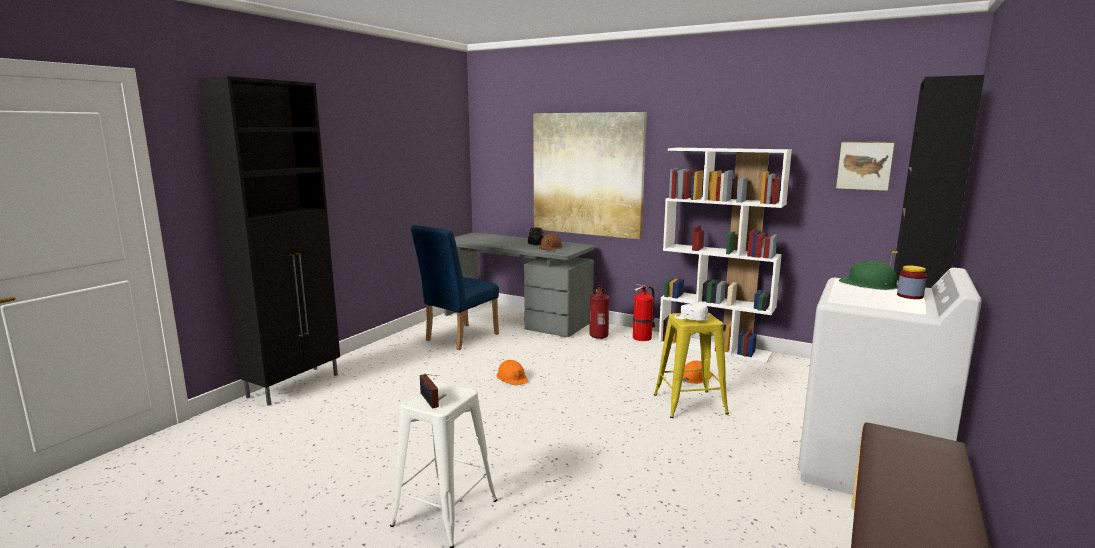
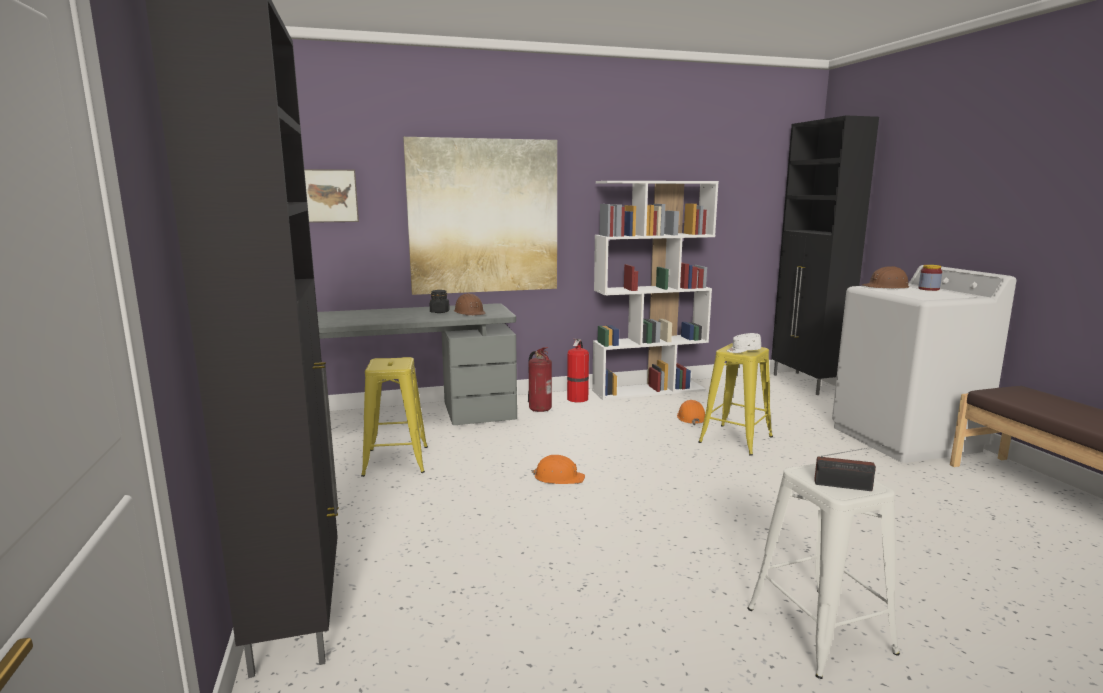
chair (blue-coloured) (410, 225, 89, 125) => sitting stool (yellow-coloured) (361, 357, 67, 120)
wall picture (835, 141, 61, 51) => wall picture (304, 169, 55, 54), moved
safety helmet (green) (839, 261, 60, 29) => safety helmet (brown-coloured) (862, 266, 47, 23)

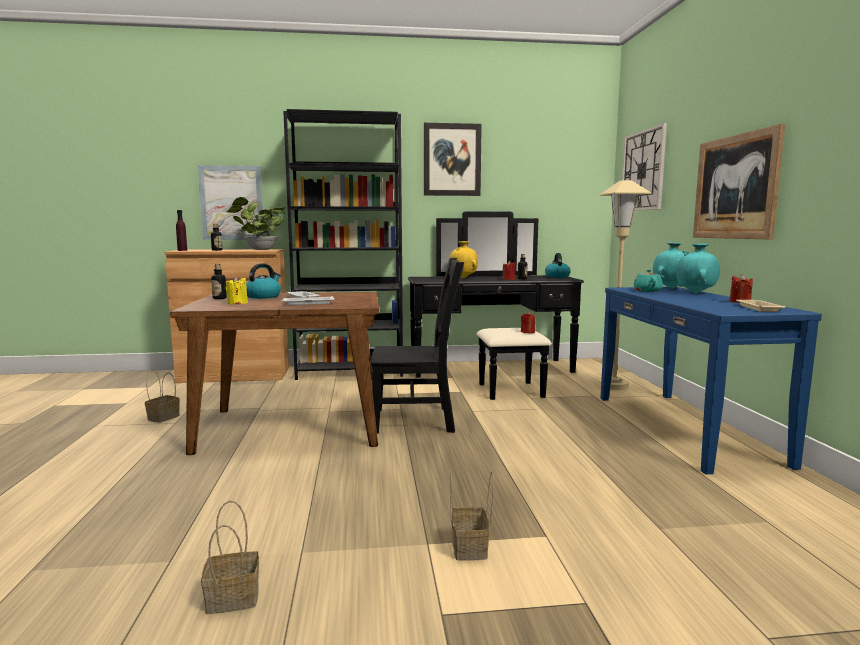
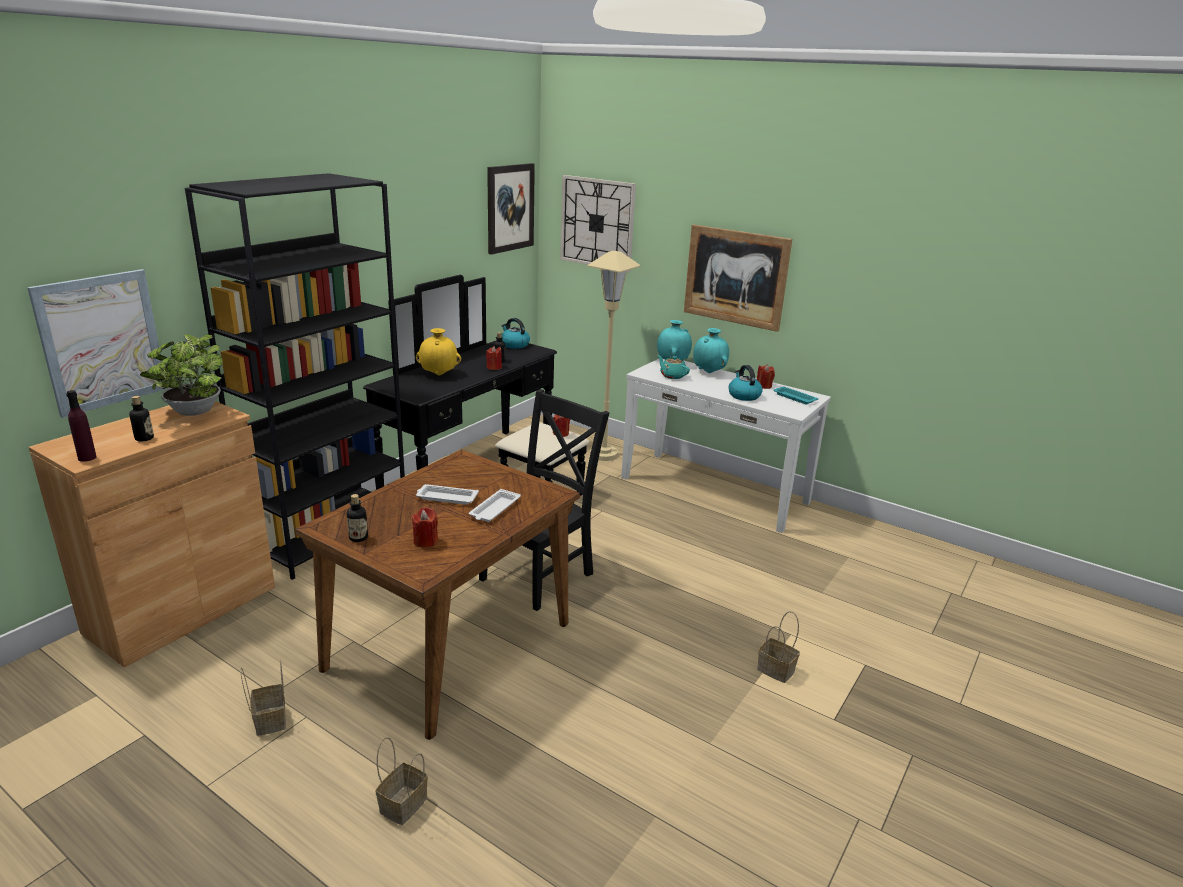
household basket (201, 500, 58, 114) => household basket (376, 737, 52, 88), moved
candle (yellow-coloured) (226, 276, 22, 29) => candle (red) (412, 507, 26, 41)
water kettle (246, 263, 35, 36) => water kettle (728, 365, 35, 36), moved
wall picture (424, 123, 58, 73) => wall picture (487, 163, 48, 92), moved
hall table (blue-coloured) (600, 287, 222, 187) => hall table (white-coloured) (621, 358, 210, 175)
tray (beige-coloured) (736, 300, 49, 12) => tray (turquoise) (773, 387, 46, 17)

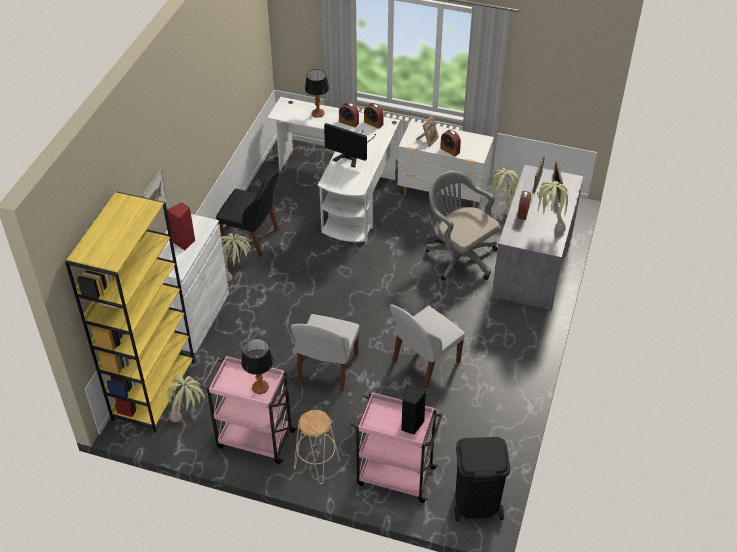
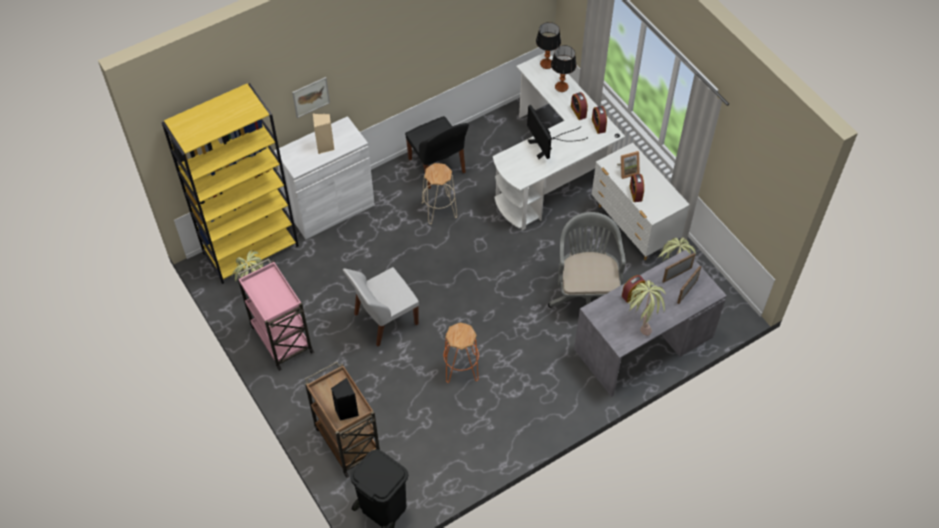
audio speaker (red) (167, 203, 28, 48) => audio speaker (beige-coloured) (313, 113, 21, 41)
houseplant (220, 233, 32, 50) => nothing
lamp for a table (241, 338, 32, 56) => lamp for a table (536, 22, 25, 47), moved
sitting stool (beige-coloured) (294, 410, 46, 74) => sitting stool (beige-coloured) (422, 163, 35, 61), moved
trolley (pinkish) (350, 391, 92, 112) => trolley (brown-coloured) (305, 362, 75, 116)
chair (white-coloured) (390, 305, 75, 83) => sitting stool (orangey) (444, 323, 35, 60)

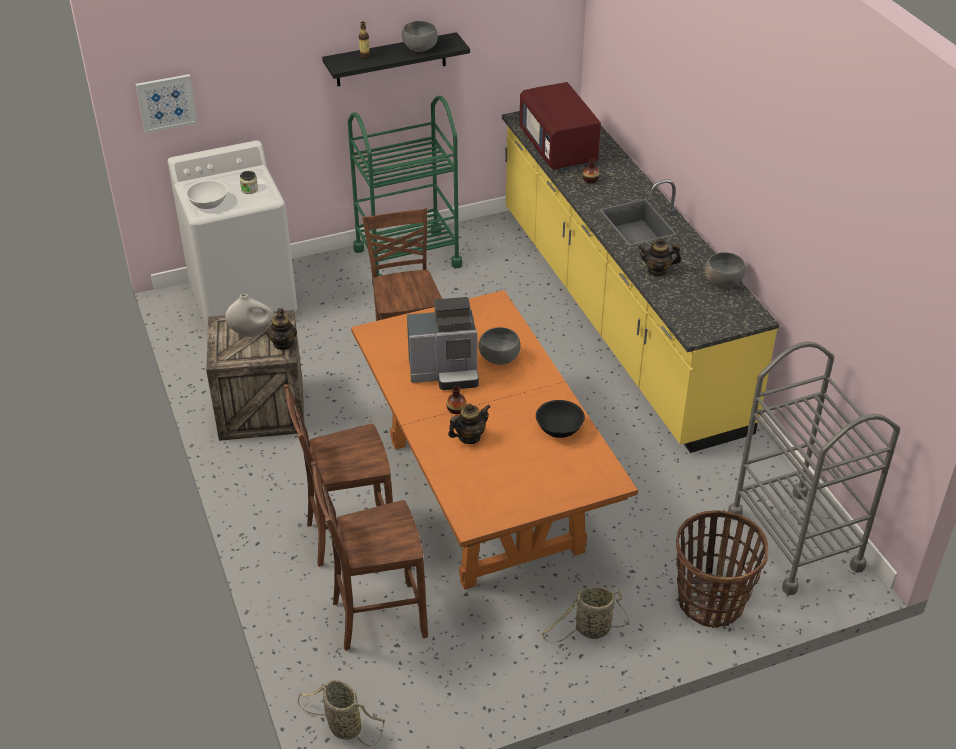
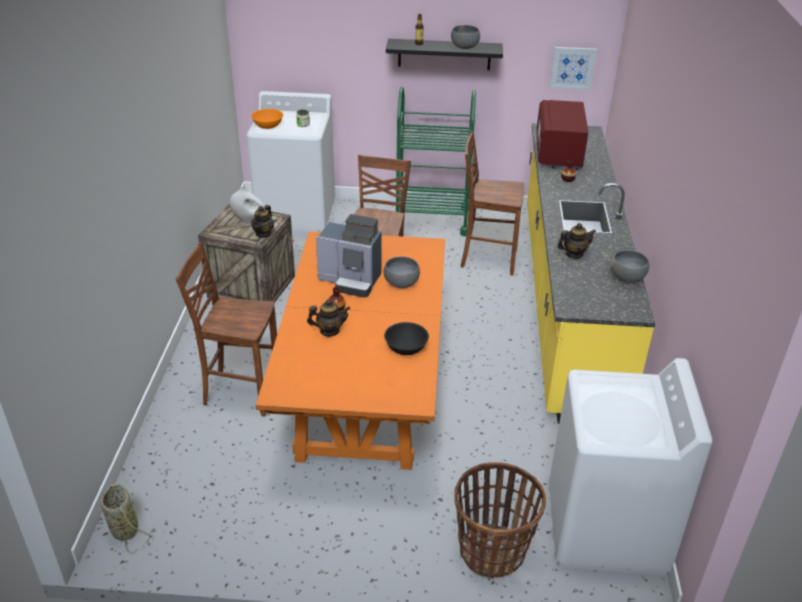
wall picture (136, 74, 62, 60) => wall picture (550, 47, 47, 43), moved
serving bowl (white-coloured) (186, 180, 42, 29) => serving bowl (orangey) (251, 109, 32, 20)
chair (brown-coloured) (311, 461, 117, 190) => chair (brown-coloured) (461, 132, 63, 144), moved
household basket (542, 587, 87, 56) => nothing
teapot (638, 238, 43, 39) => teapot (557, 223, 39, 36), 135 degrees clockwise
trolley (grey) (728, 341, 172, 254) => laundry appliance (white-coloured) (549, 358, 164, 218)

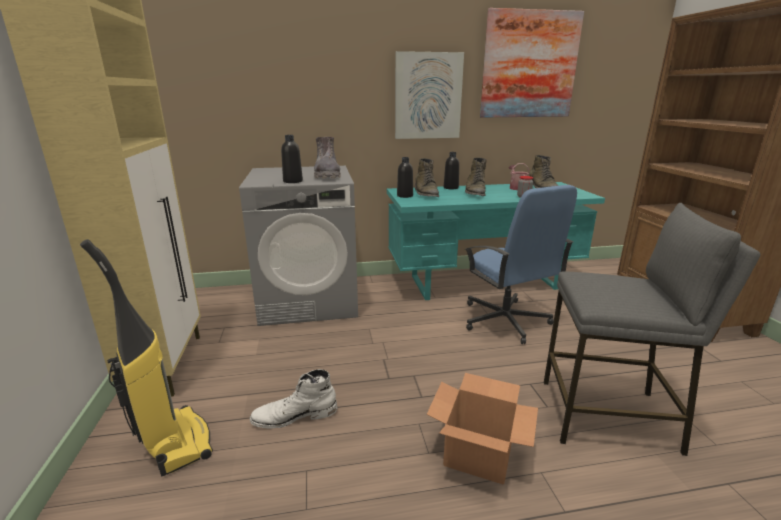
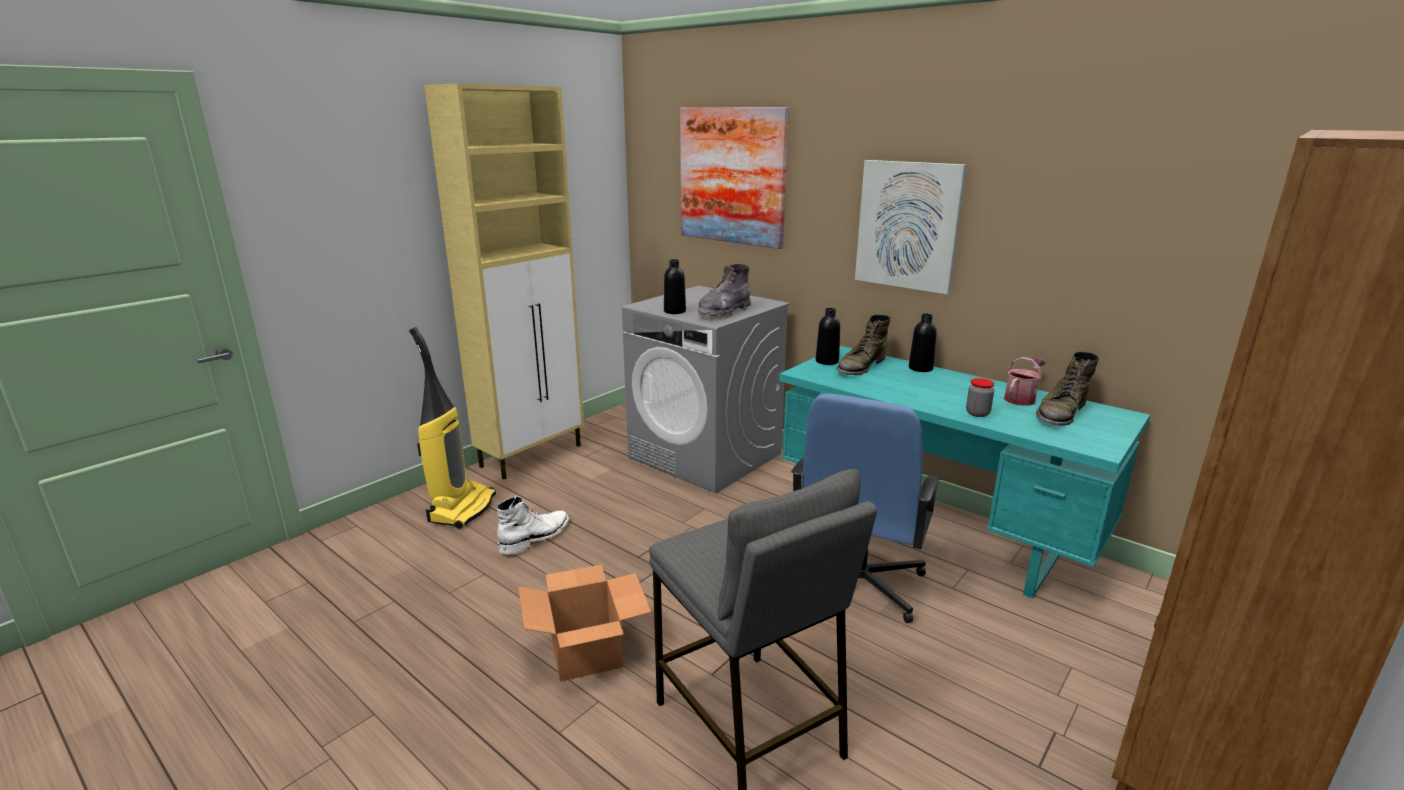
tall boot (white-coloured) (250, 369, 88, 60) => tall boot (white-coloured) (497, 496, 72, 59), 90 degrees clockwise
tall boot (green) (465, 158, 22, 38) => nothing
wall picture (480, 8, 104, 109) => wall picture (680, 107, 109, 142), moved

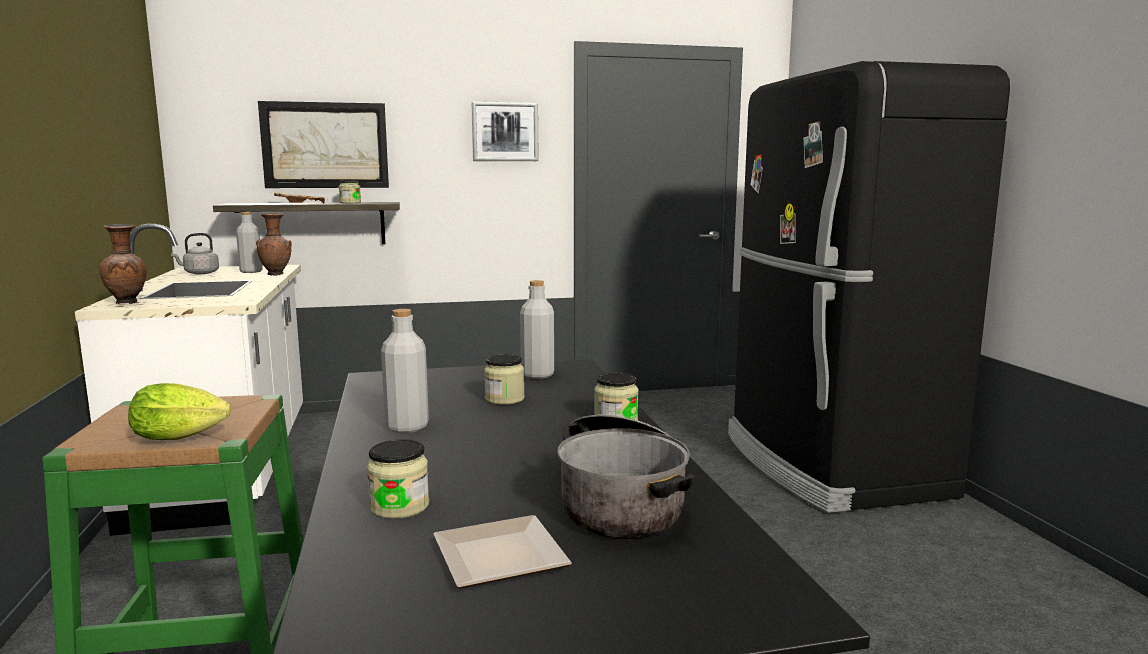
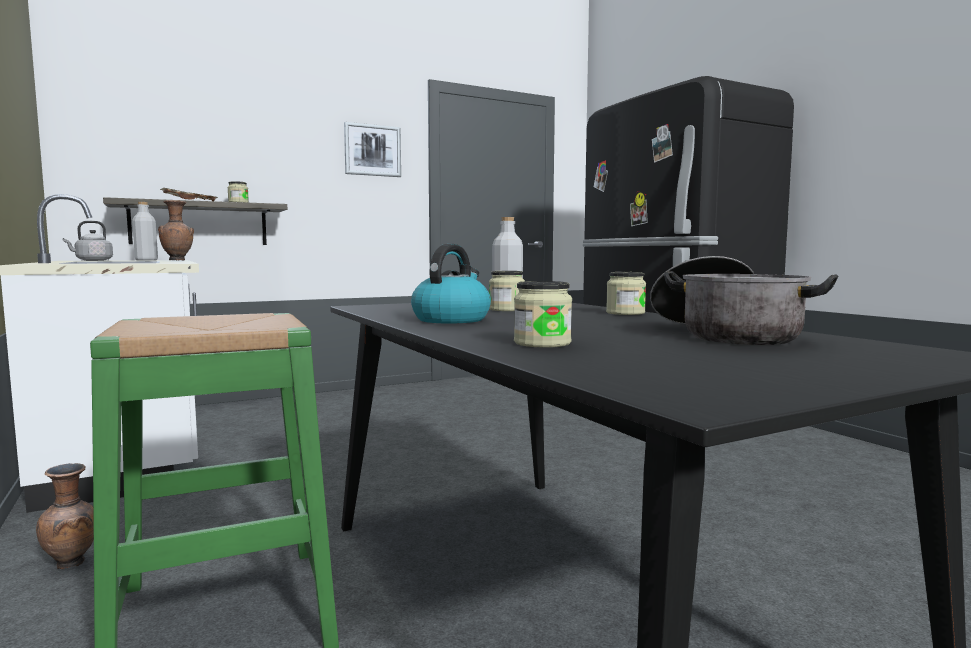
vase (brown-coloured) (99, 224, 48, 80) => vase (brown-coloured) (36, 463, 58, 106), moved
lettuce (128, 383, 102, 57) => nothing
wall picture (258, 101, 131, 87) => nothing
bottle (grey) (381, 309, 48, 124) => water kettle (411, 244, 80, 80)
dinner plate (434, 515, 138, 74) => nothing

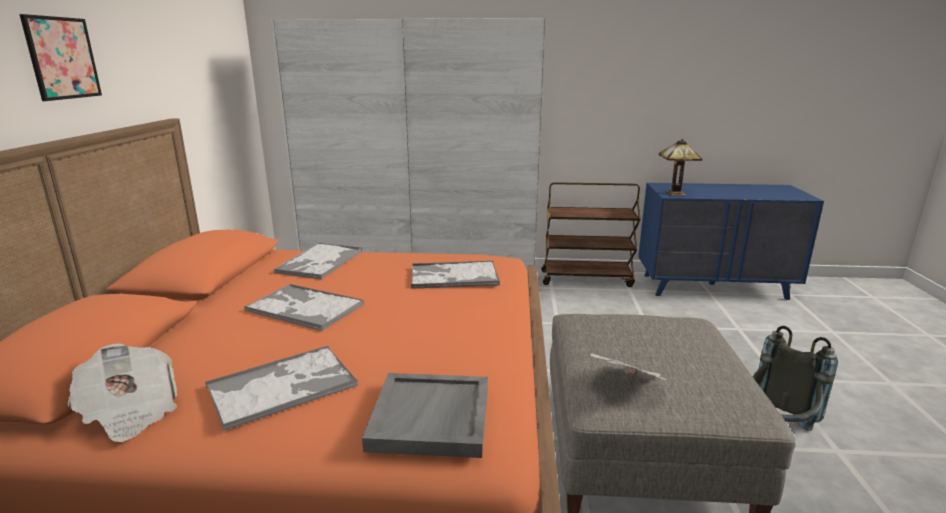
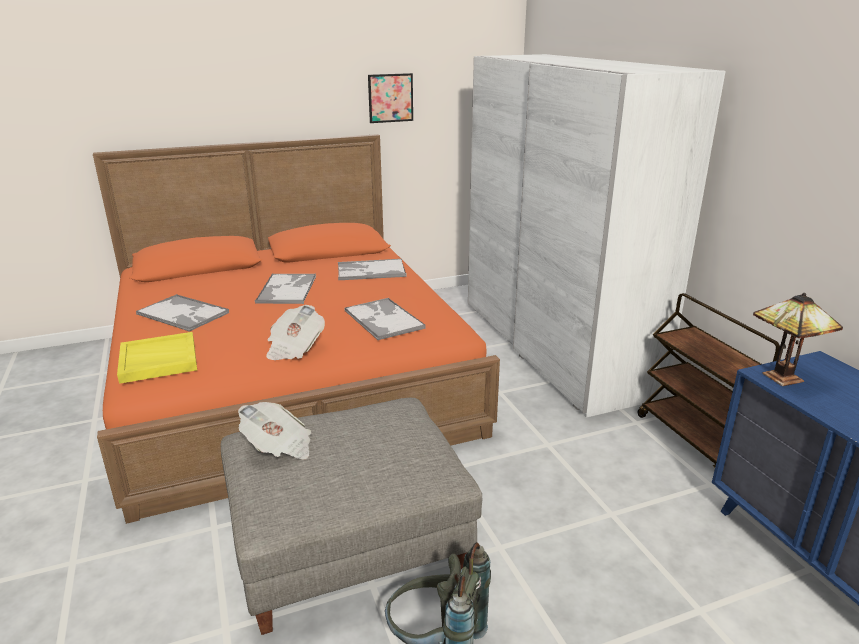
wall picture (19, 14, 83, 87) => wall picture (368, 73, 45, 50), moved
daily paper (67, 343, 110, 99) => daily paper (266, 305, 59, 55), moved
tray (grey) (362, 373, 126, 85) => tray (yellow-coloured) (117, 332, 80, 52)

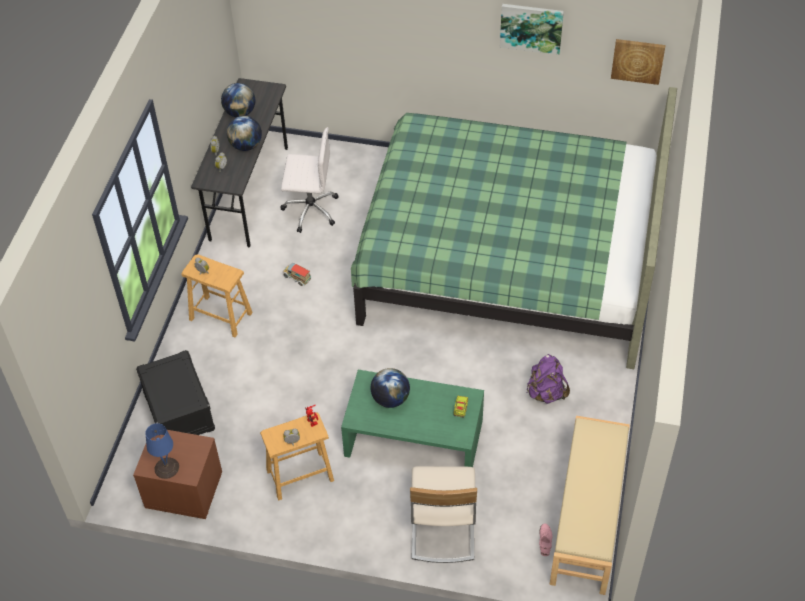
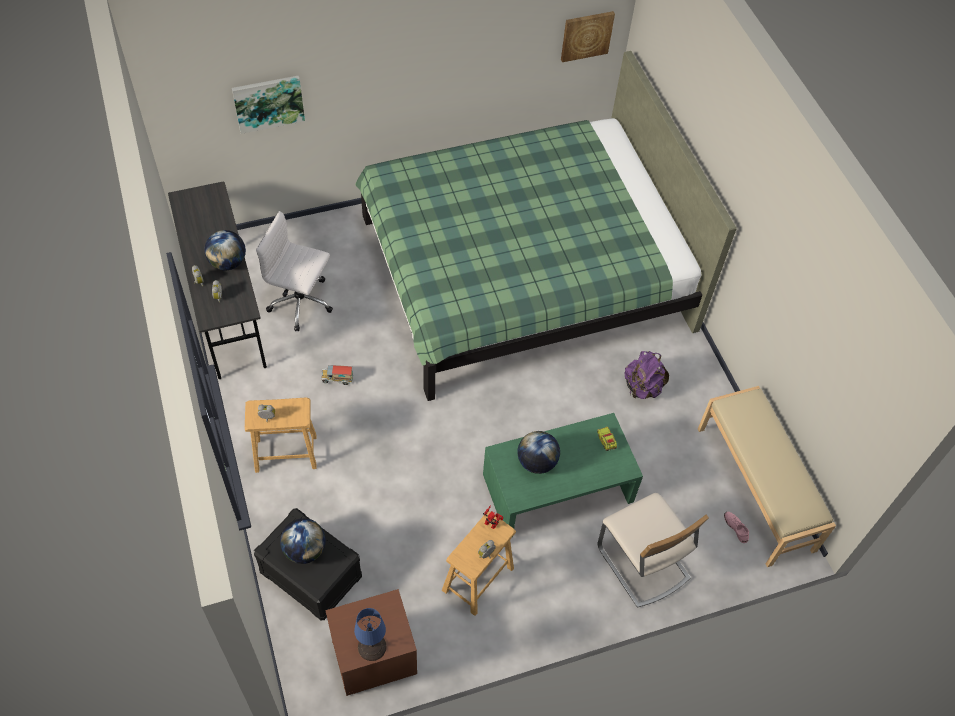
globe (221, 83, 34, 34) => globe (280, 518, 46, 46), moved
desk chair (white-coloured) (281, 127, 58, 106) => desk chair (white-coloured) (256, 211, 77, 120), 135 degrees counterclockwise
wall picture (500, 4, 64, 51) => wall picture (232, 75, 73, 59), moved

